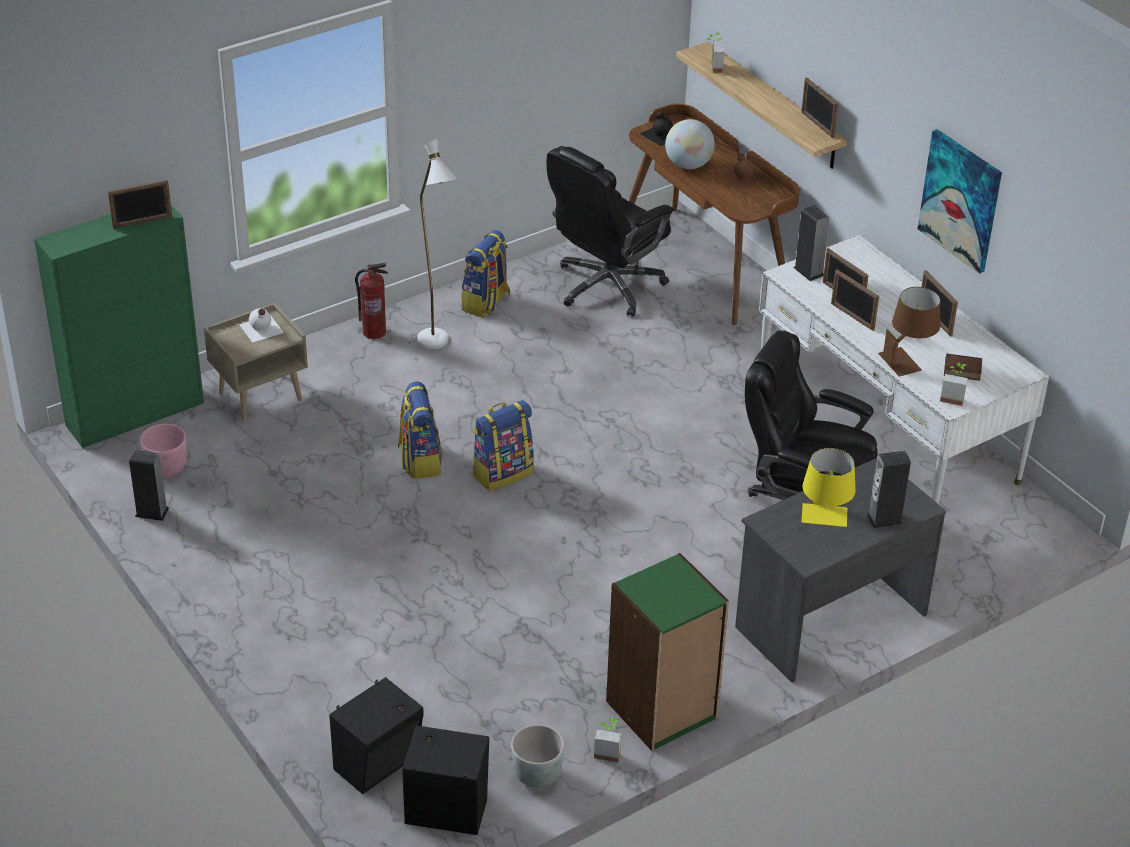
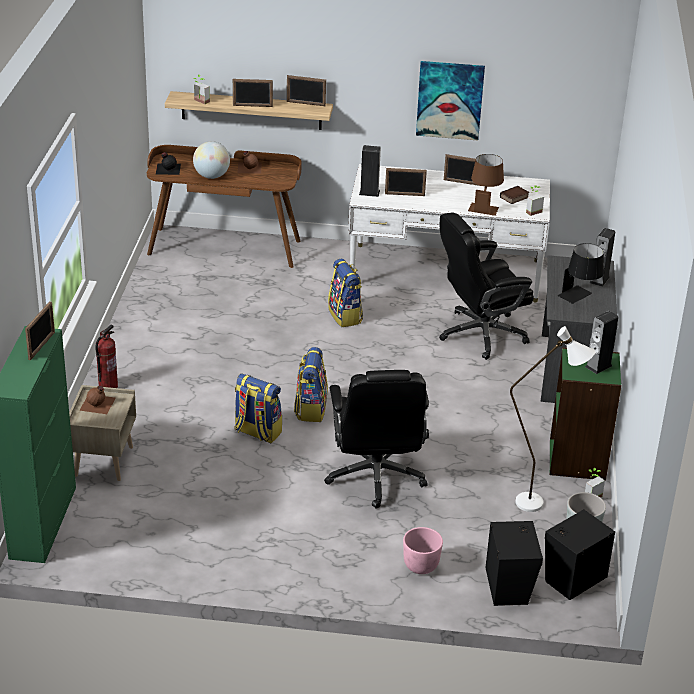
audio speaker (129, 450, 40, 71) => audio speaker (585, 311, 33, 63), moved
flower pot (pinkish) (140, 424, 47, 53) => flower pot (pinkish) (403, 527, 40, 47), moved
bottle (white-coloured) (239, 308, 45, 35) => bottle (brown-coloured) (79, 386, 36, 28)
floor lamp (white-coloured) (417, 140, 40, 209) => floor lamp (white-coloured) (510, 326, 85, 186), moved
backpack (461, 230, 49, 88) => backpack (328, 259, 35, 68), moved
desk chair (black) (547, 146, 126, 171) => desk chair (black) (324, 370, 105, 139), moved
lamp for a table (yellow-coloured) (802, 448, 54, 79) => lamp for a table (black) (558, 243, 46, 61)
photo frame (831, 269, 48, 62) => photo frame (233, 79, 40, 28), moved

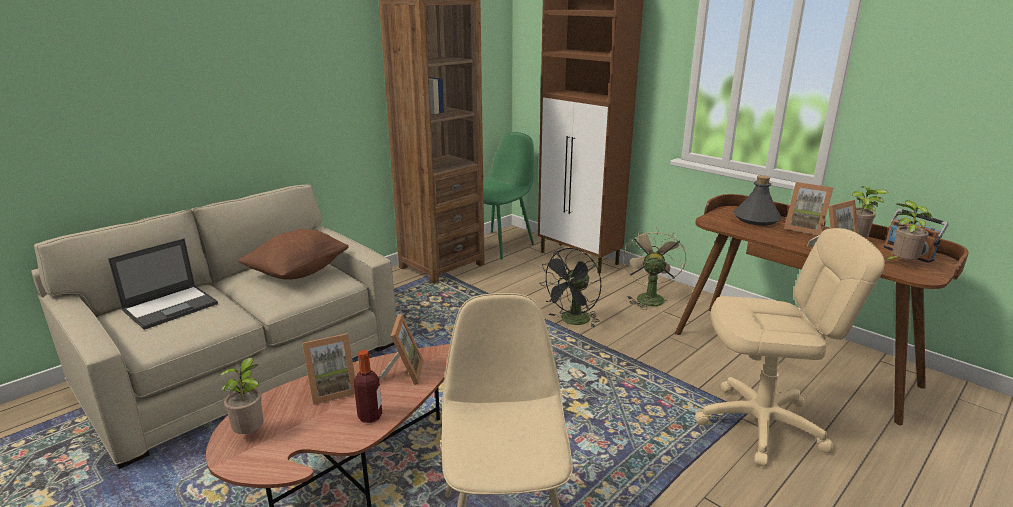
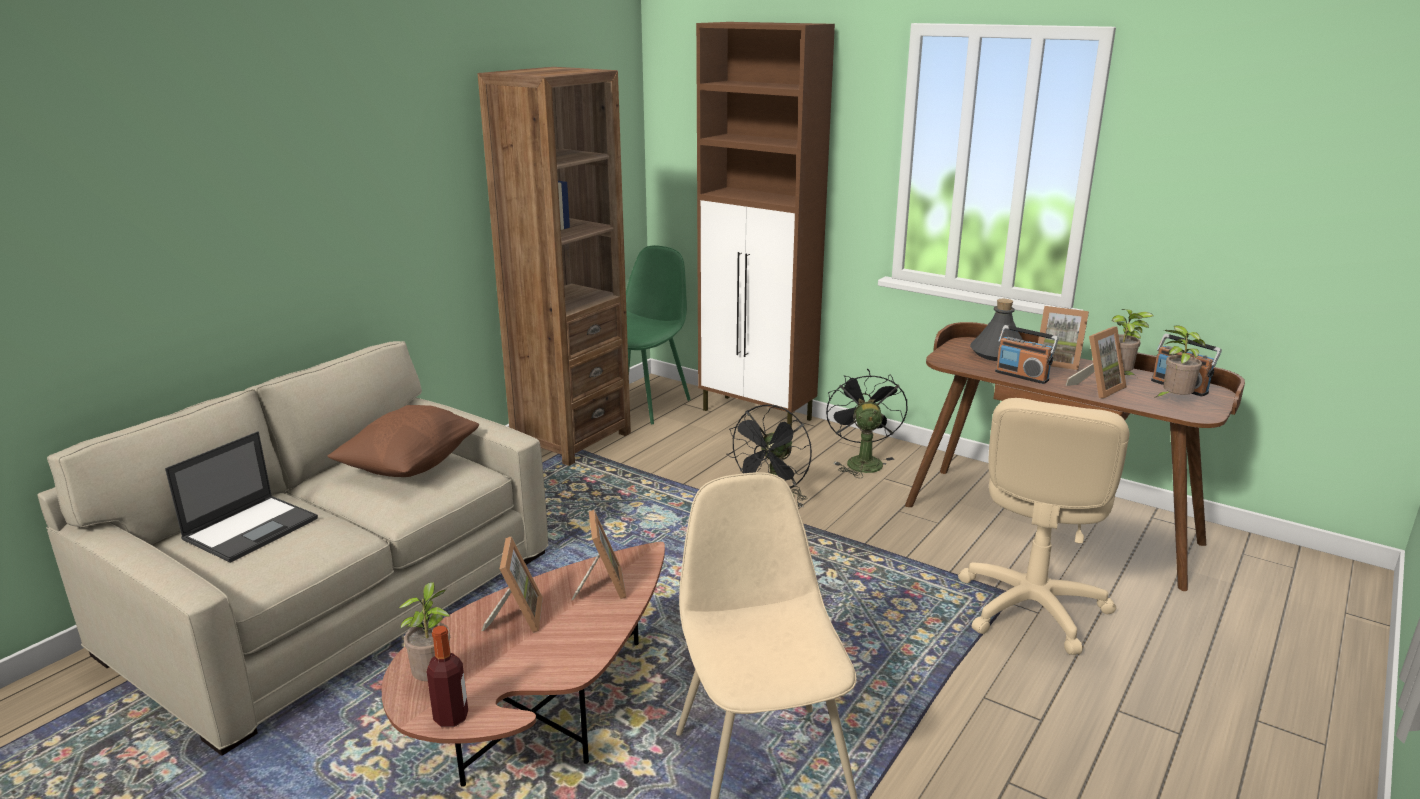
photo frame (302, 333, 53, 72) => photo frame (482, 536, 61, 97), 60 degrees counterclockwise
bottle (354, 350, 28, 73) => bottle (427, 626, 41, 101), moved
cooling fan (beige-coloured) (623, 227, 63, 83) => cooling fan (black) (826, 369, 82, 109)
desk chair (beige-coloured) (695, 228, 190, 239) => desk chair (beige-coloured) (958, 398, 171, 257), 120 degrees clockwise
nothing => radio set (995, 325, 64, 59)

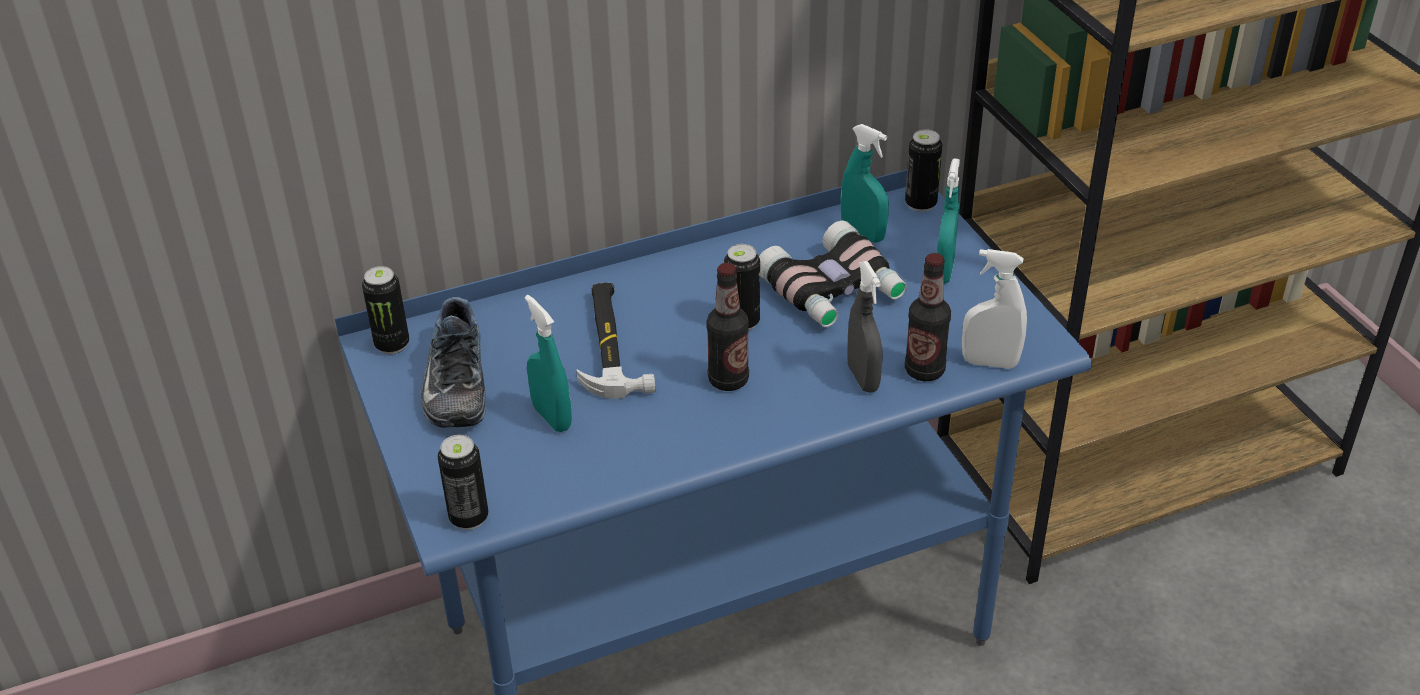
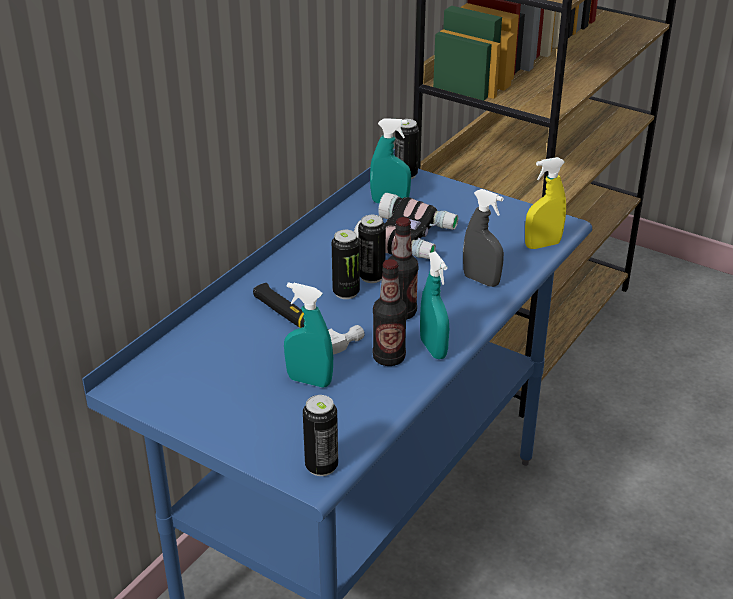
metal can (362, 266, 47, 88) => metal can (332, 230, 28, 69), moved
shoe (421, 297, 65, 131) => nothing
bottle (905, 253, 46, 128) => bottle (372, 259, 35, 107), moved
sprayer (turquoise) (937, 159, 23, 125) => sprayer (turquoise) (420, 251, 29, 108), moved
sprayer (white-coloured) (962, 249, 65, 120) => sprayer (yellow-coloured) (525, 157, 41, 92)

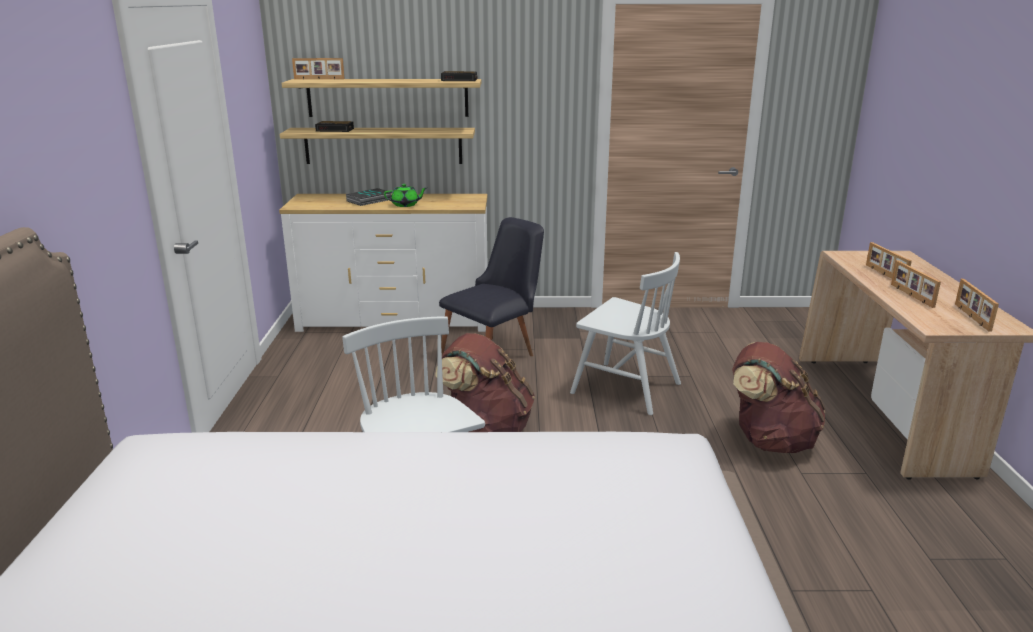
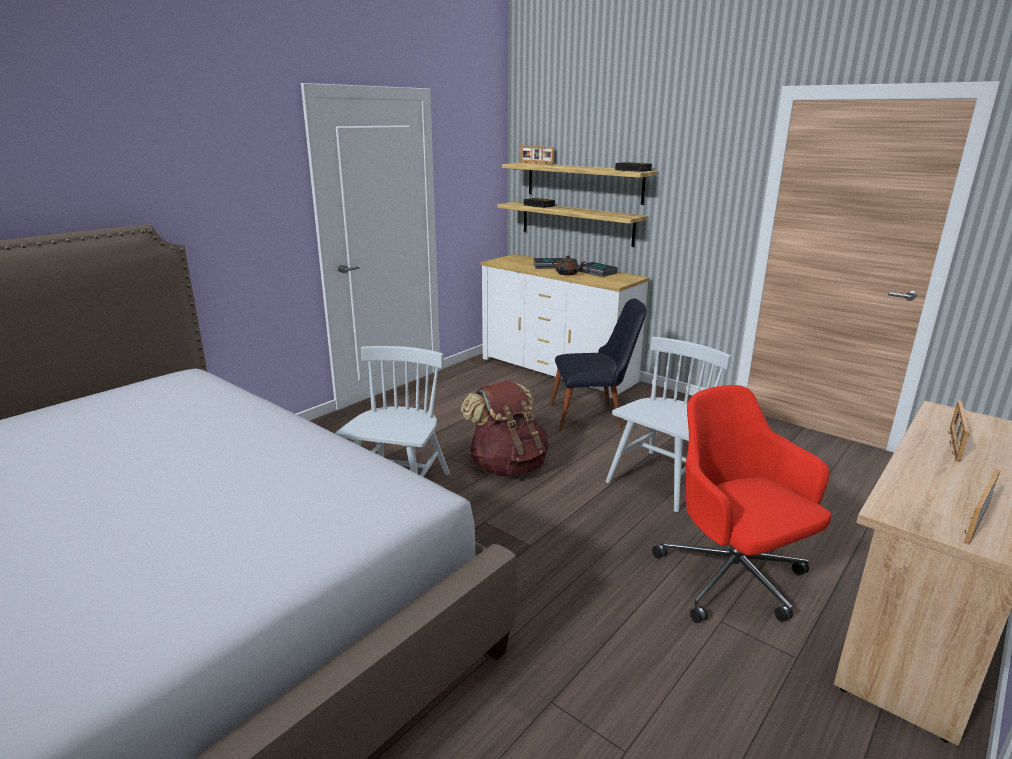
teapot (green) (384, 184, 43, 23) => teapot (brown-coloured) (552, 256, 33, 19)
chair (white-coloured) (570, 252, 111, 163) => chair (white-coloured) (606, 337, 125, 175), 120 degrees counterclockwise
backpack (brown-coloured) (732, 342, 94, 111) => desk chair (red) (652, 385, 179, 238)
photo frame (891, 260, 50, 48) => nothing
nothing => volume (579, 262, 39, 15)

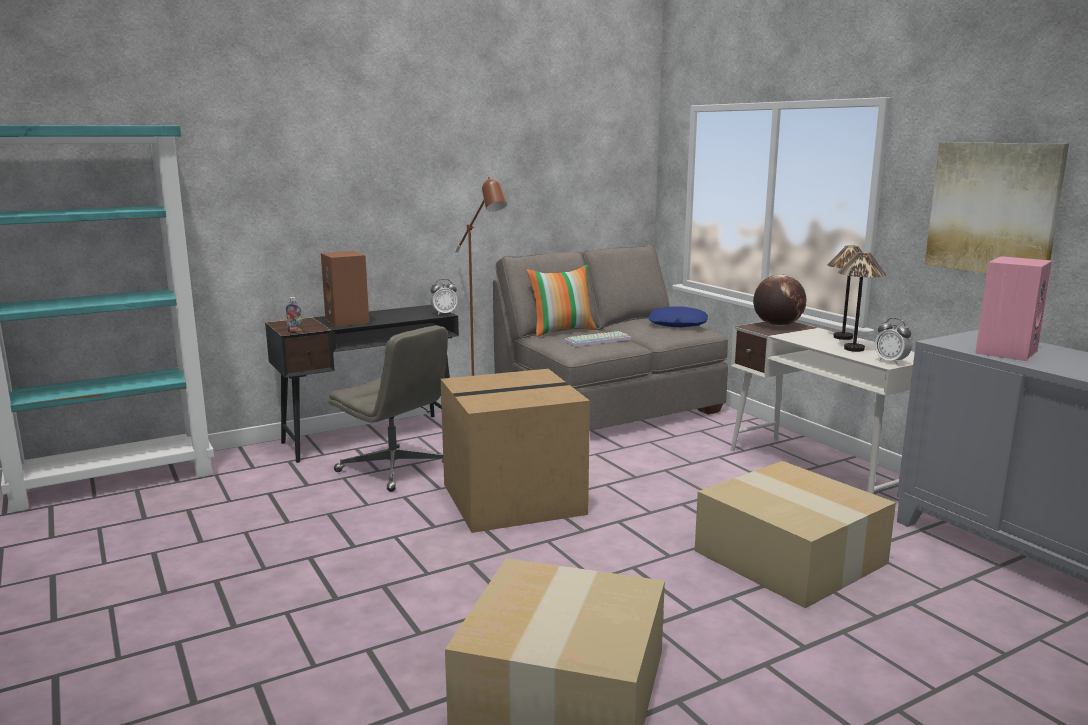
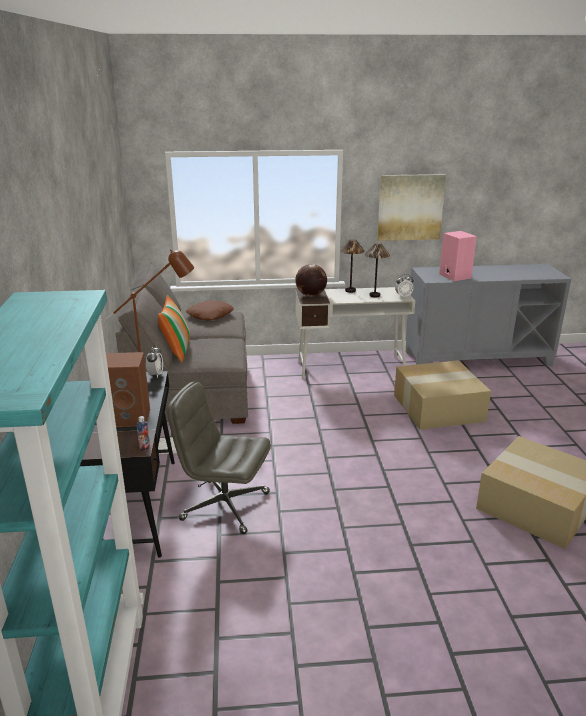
desk chair (grey) (328, 325, 120, 167) => desk chair (grey) (167, 382, 104, 152), 135 degrees counterclockwise
packing box (441, 369, 149, 164) => nothing
computer keyboard (564, 331, 67, 16) => nothing
pillow (blue-coloured) (648, 306, 60, 21) => pillow (brown-coloured) (186, 300, 48, 20)

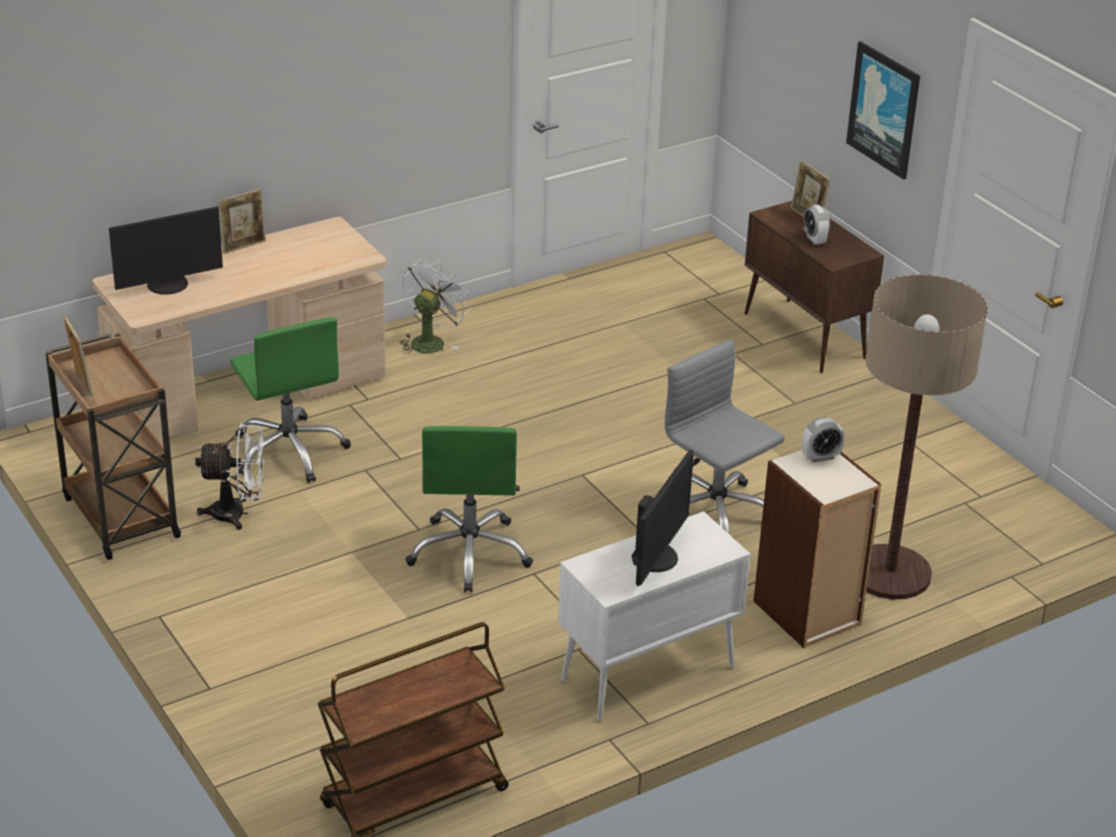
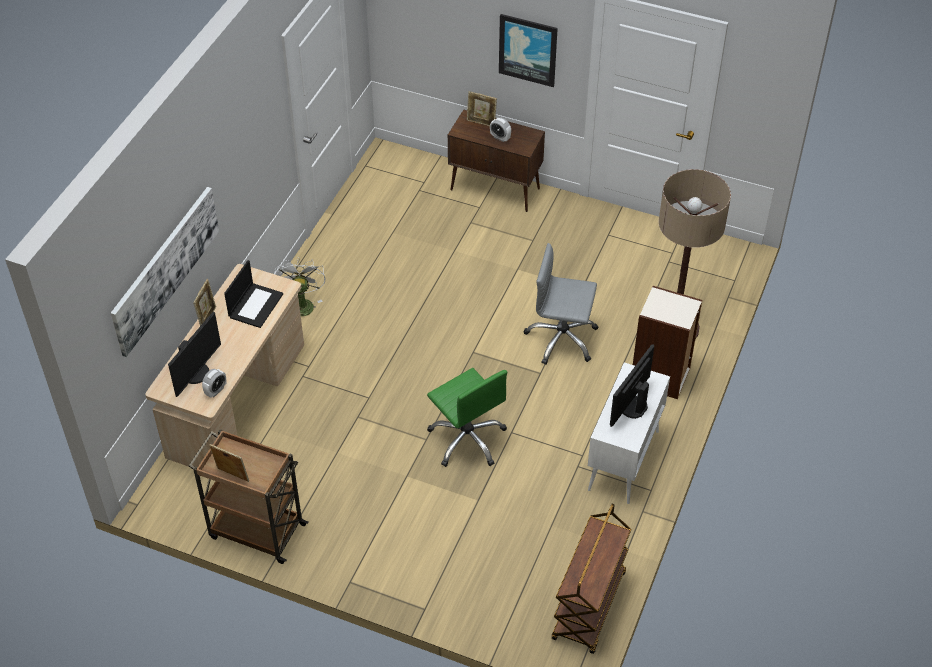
cooling fan (white-coloured) (195, 423, 69, 107) => nothing
desk chair (green) (230, 317, 121, 166) => nothing
monitor (632, 450, 62, 136) => monitor (610, 344, 44, 83), 135 degrees counterclockwise
alarm clock (802, 417, 43, 46) => alarm clock (202, 369, 24, 29), moved
nothing => wall picture (111, 187, 108, 170)
nothing => laptop (224, 260, 59, 68)

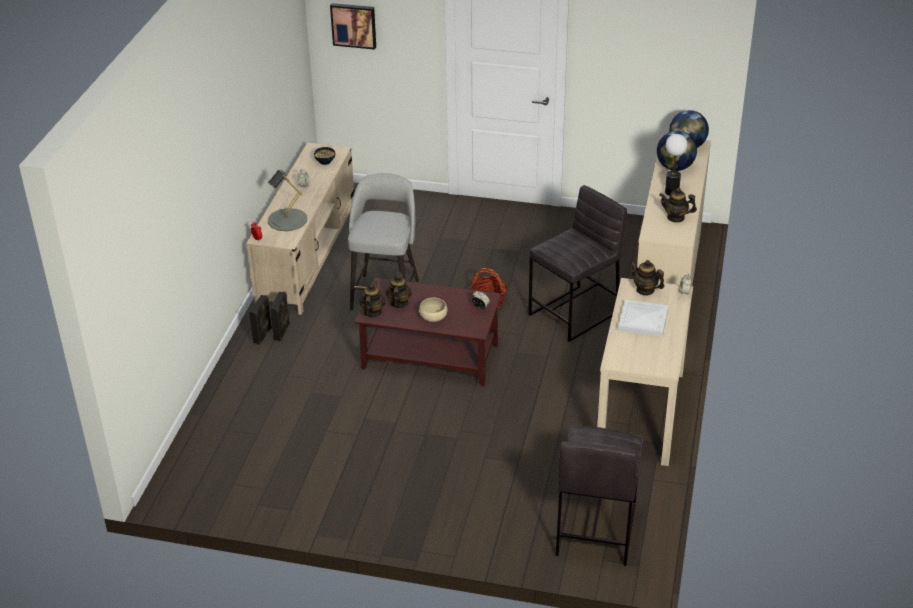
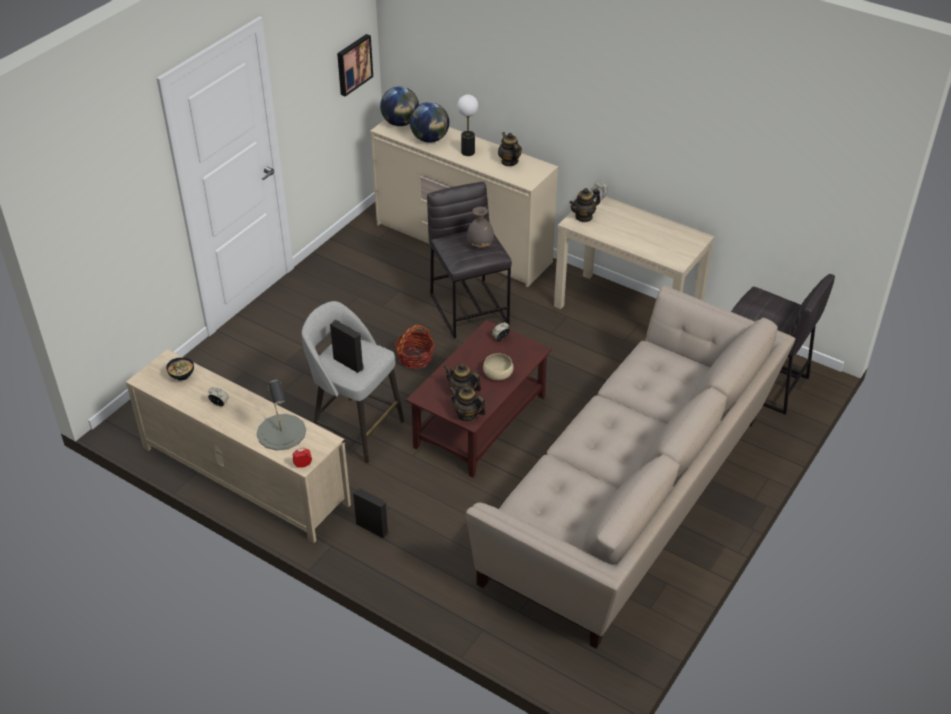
audio speaker (black) (249, 295, 23, 50) => audio speaker (black) (330, 320, 34, 53), moved
wall picture (330, 3, 46, 47) => wall picture (337, 34, 36, 62), moved
tray (white-coloured) (618, 300, 51, 37) => nothing
teapot (659, 188, 38, 35) => teapot (498, 132, 24, 34), 120 degrees clockwise
nothing => settee (beige-coloured) (466, 286, 330, 363)
nothing => vase (grey) (467, 207, 27, 40)

